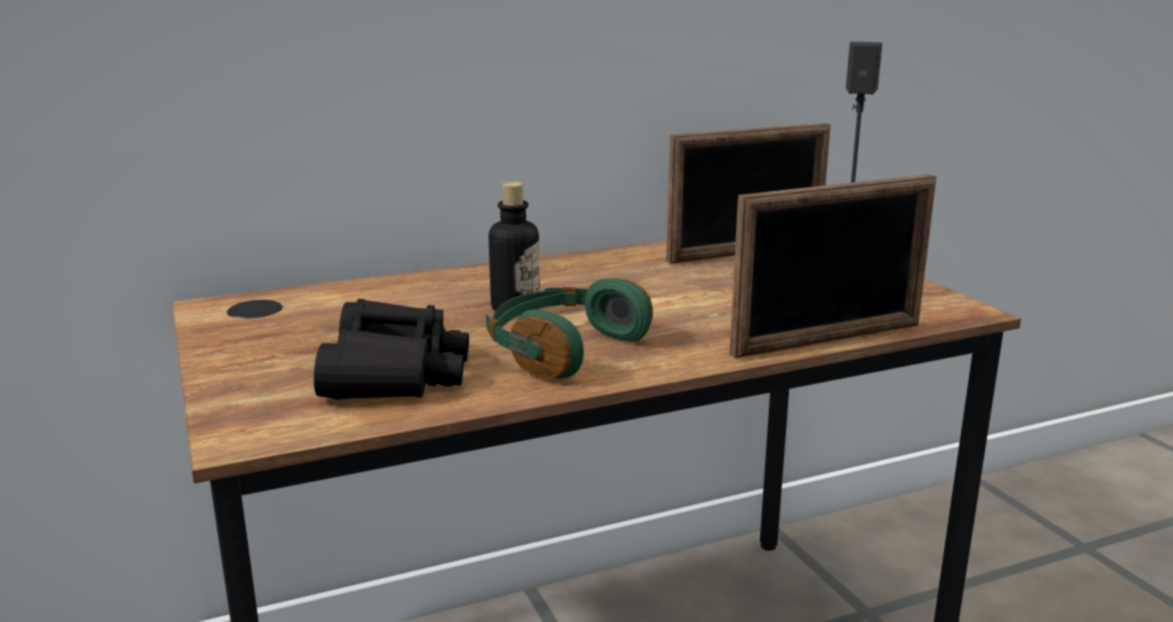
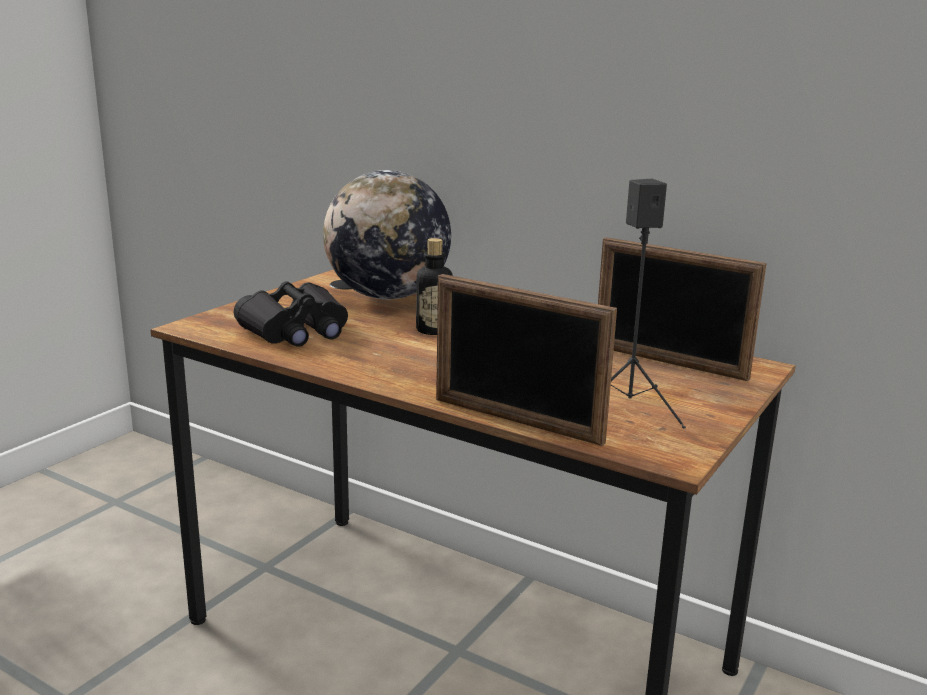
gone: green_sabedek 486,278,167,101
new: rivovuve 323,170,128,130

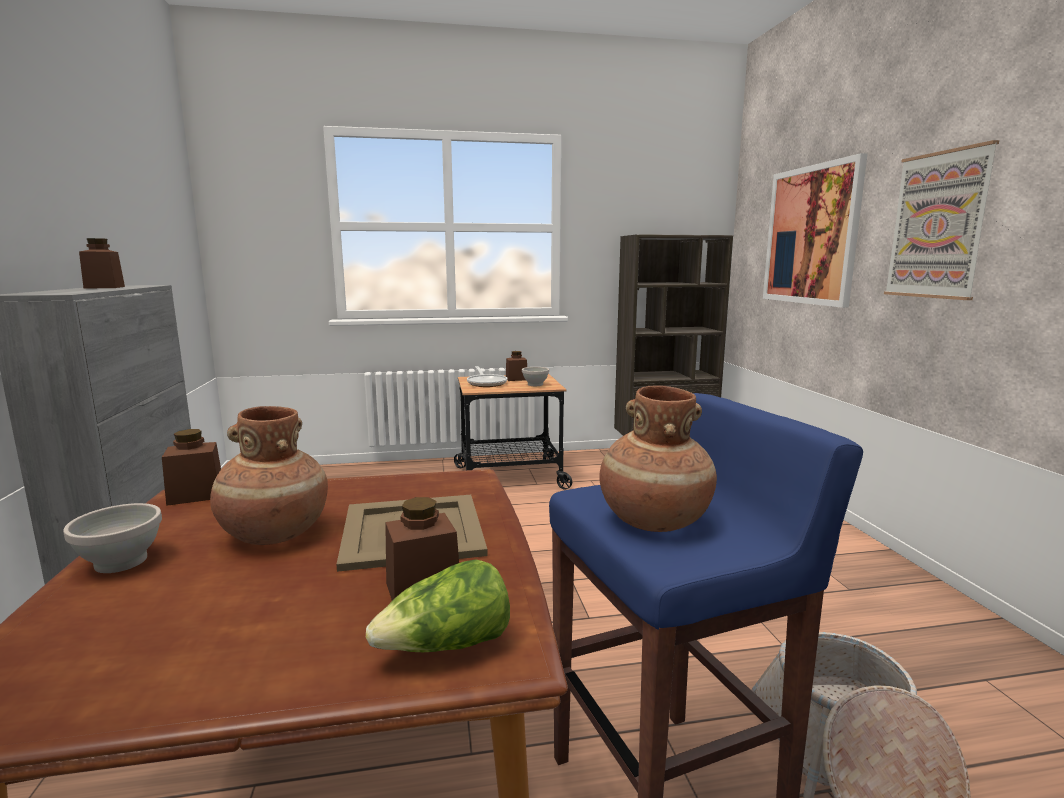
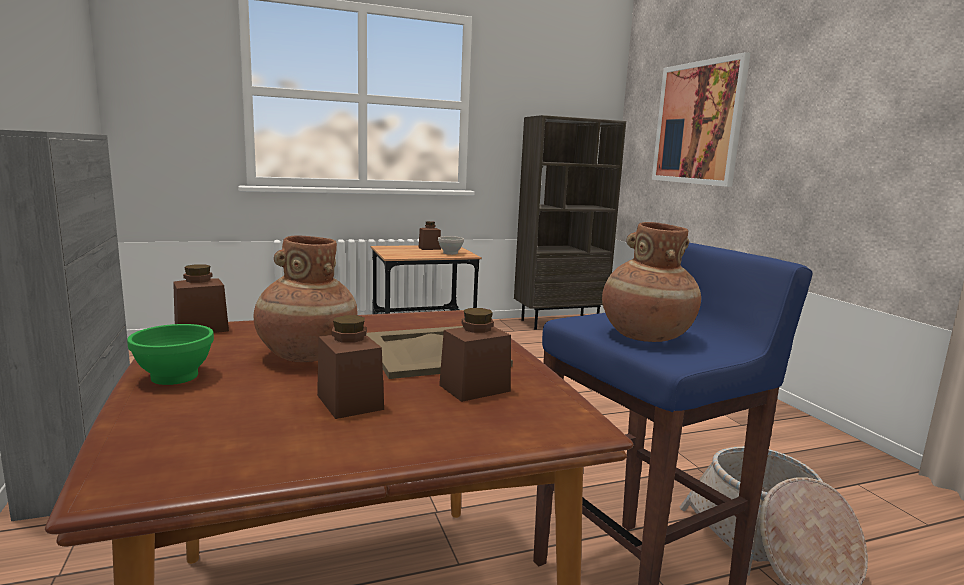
gone: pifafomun 884,140,115,160; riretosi 467,366,40,21; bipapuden 366,559,144,93
shifted: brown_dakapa 79,238,46,51 to 317,315,67,104
repainted: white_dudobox 63,503,99,70 to green_dudobox 127,324,87,61

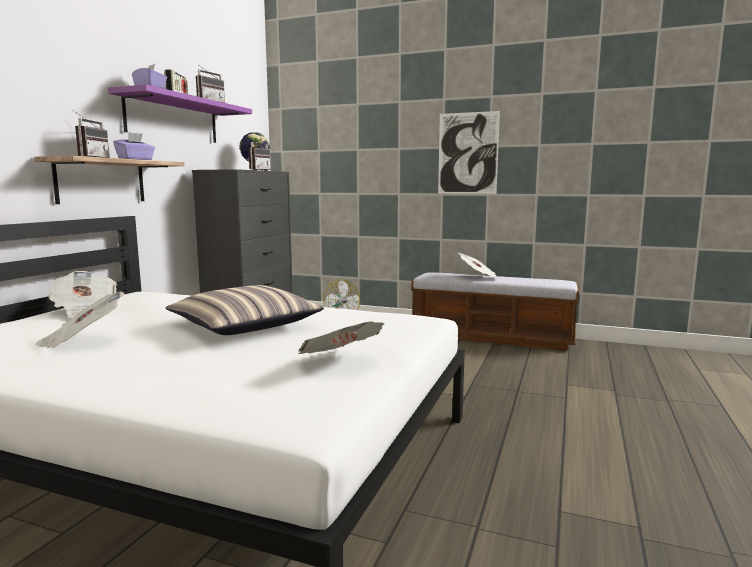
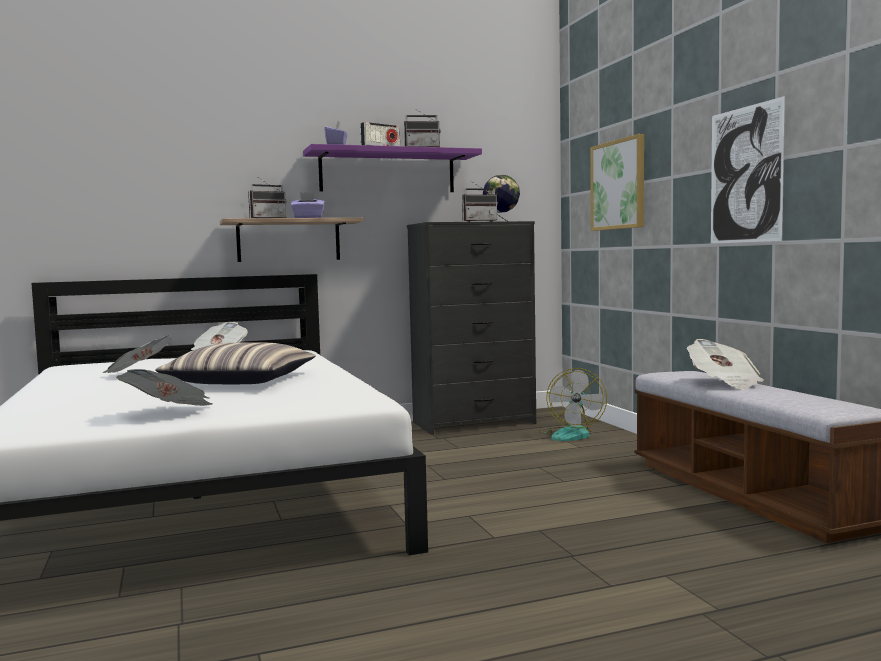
new: pifafomun 590,134,54,97

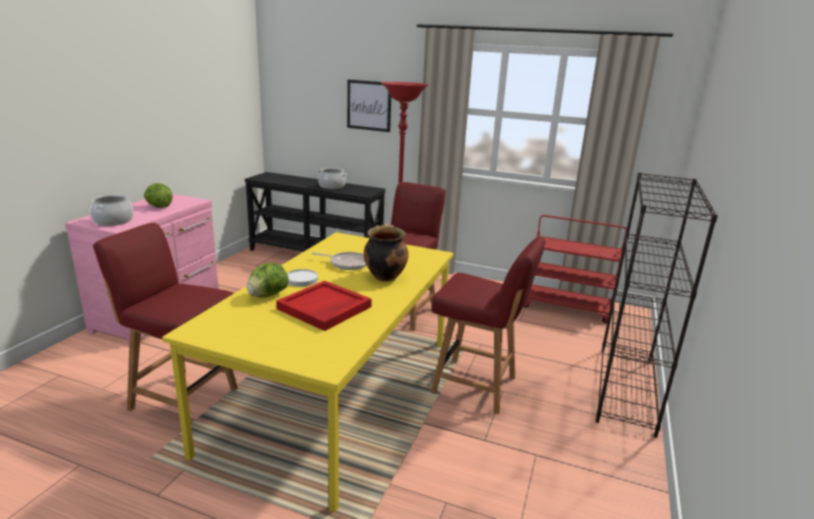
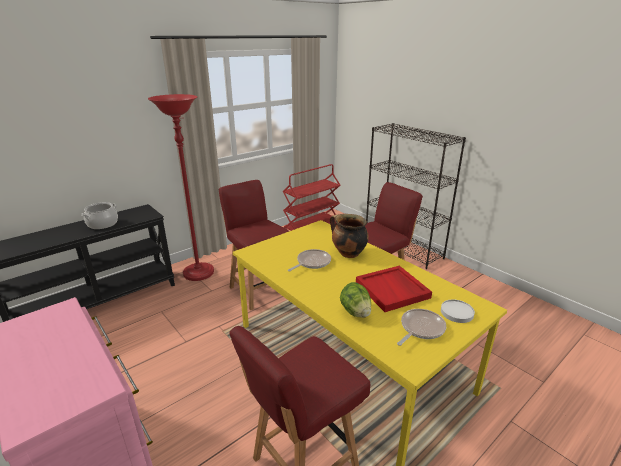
gone: pifafomun 347,80,44,52; bipapuden 144,183,29,25; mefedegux 90,194,44,32
new: riretosi 397,309,49,37
shifted: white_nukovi 287,269,31,18 to 441,299,34,24

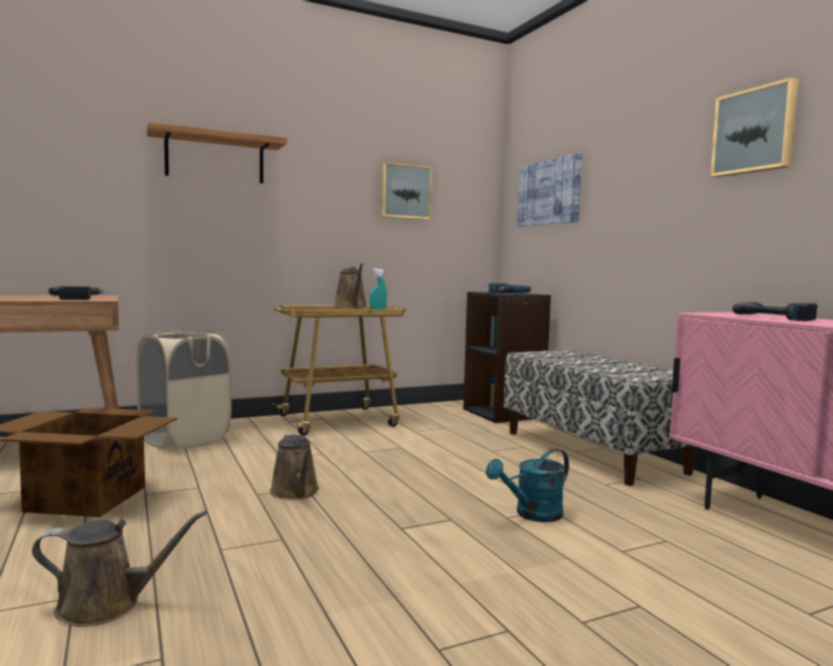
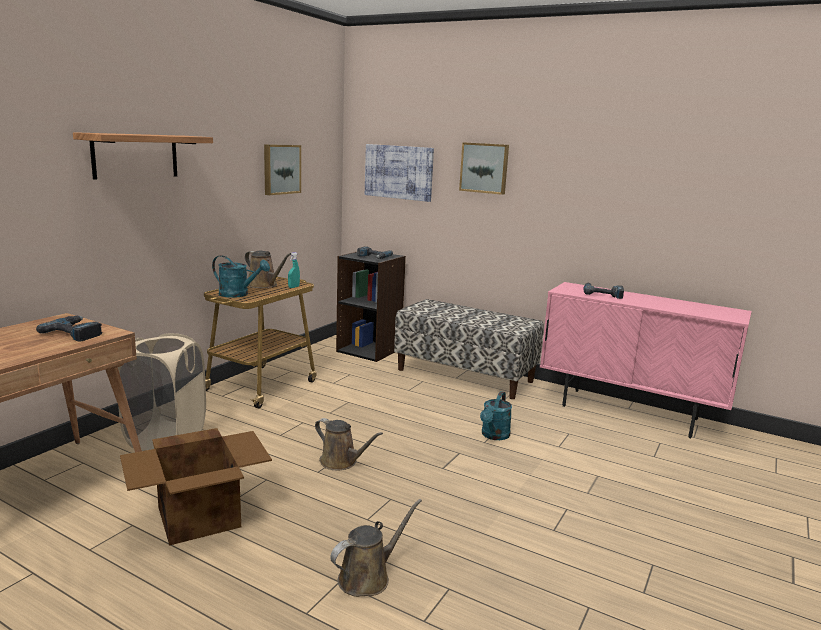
new: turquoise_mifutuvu 212,255,58,43
shifted: pifafomun 711,77,87,100 to 459,142,50,53

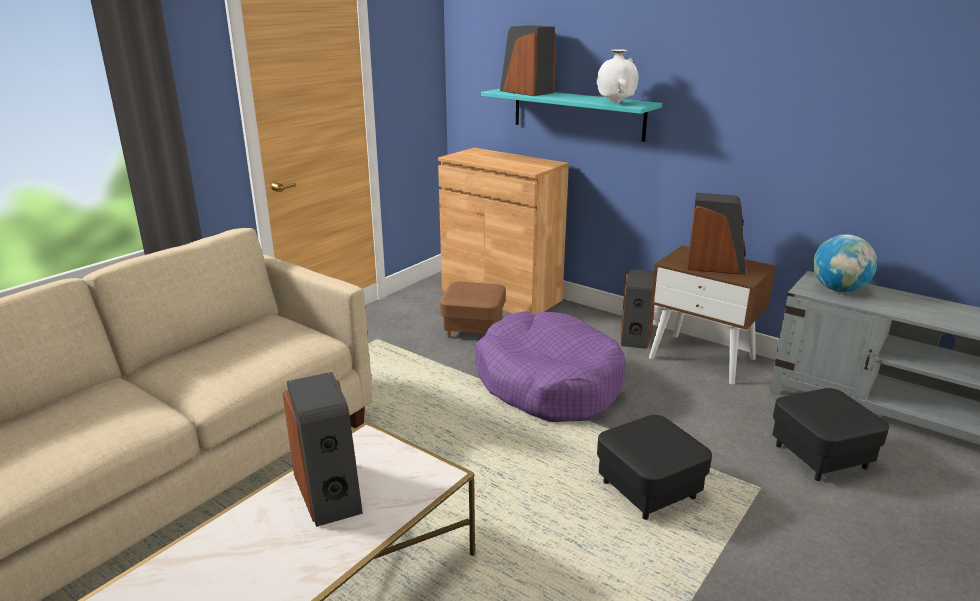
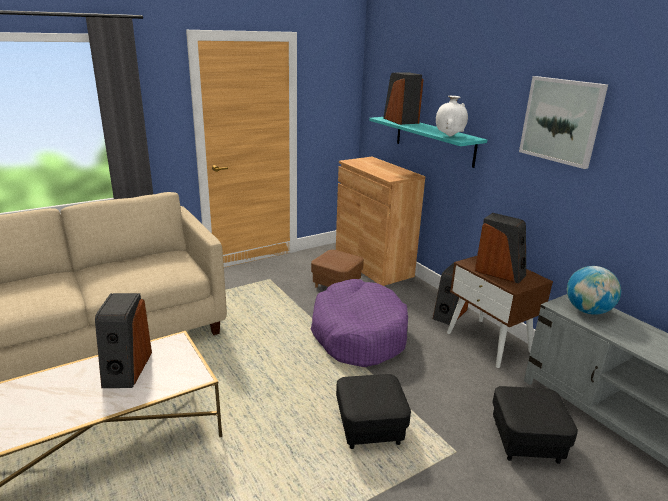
new: pifafomun 519,76,89,93

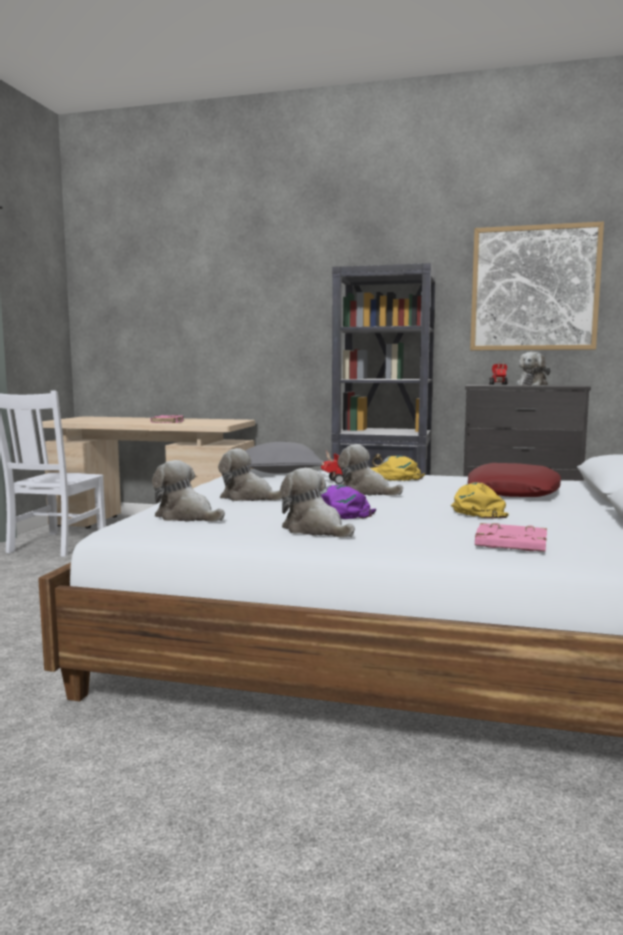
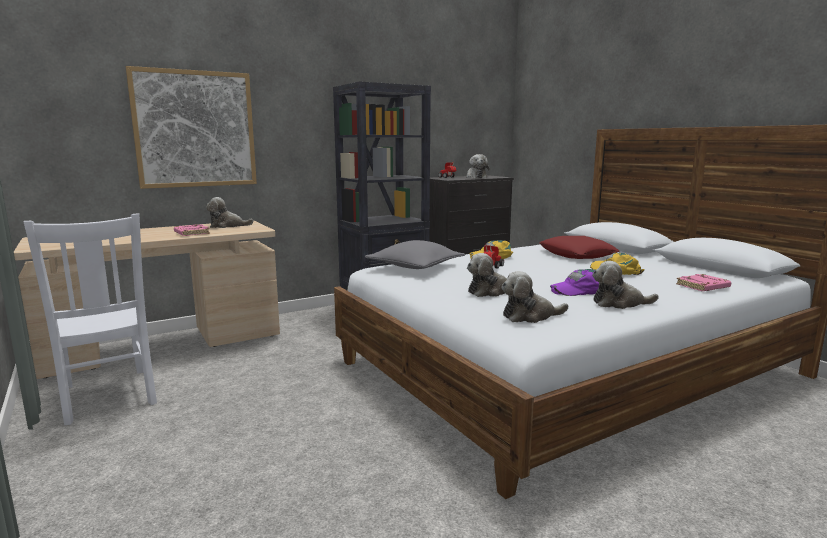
shifted: pifafomun 470,222,134,128 to 126,66,131,123; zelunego 338,444,65,52 to 206,197,47,31

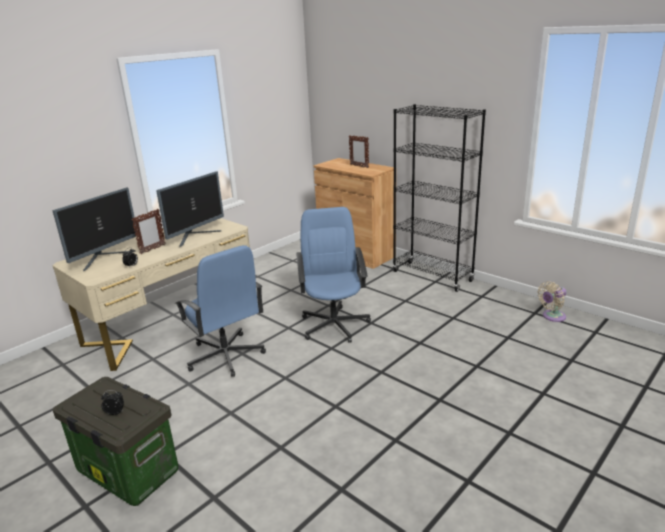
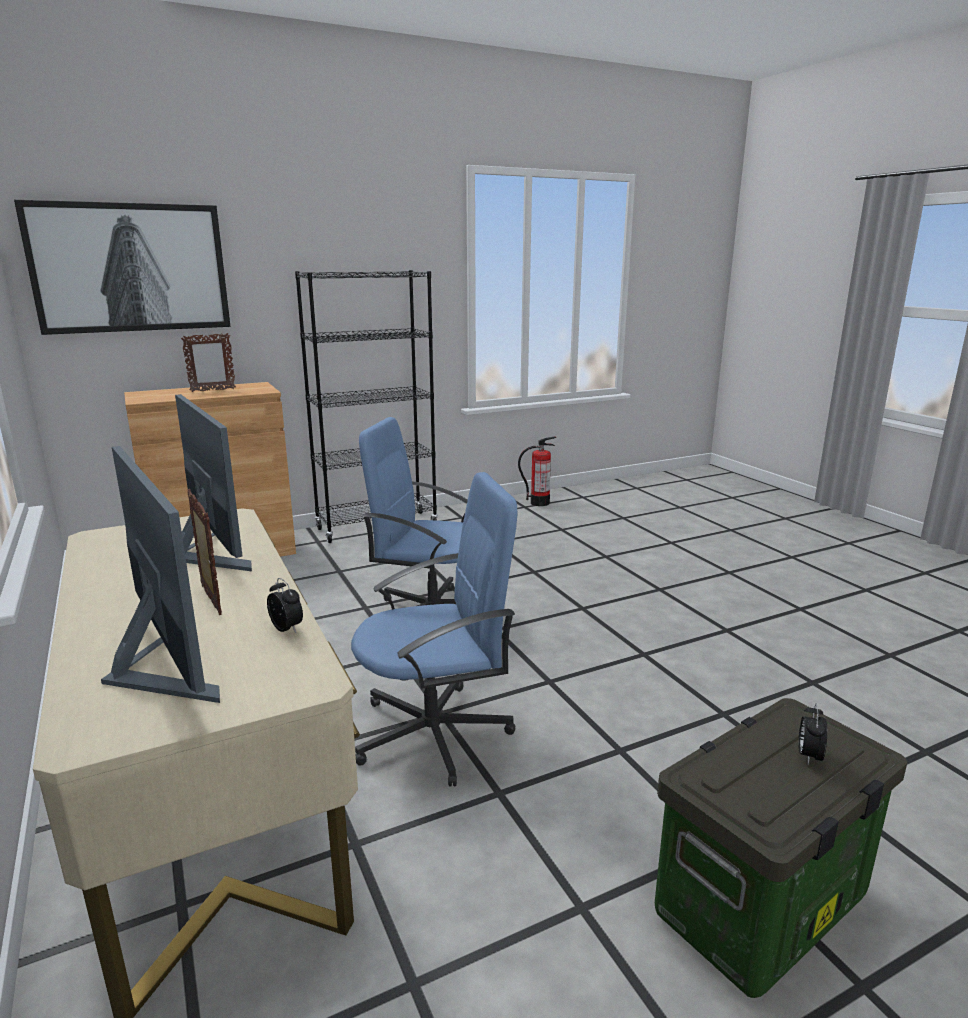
new: pifafomun 14,200,217,135
swapped: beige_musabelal 537,281,30,41 to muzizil 518,437,38,69

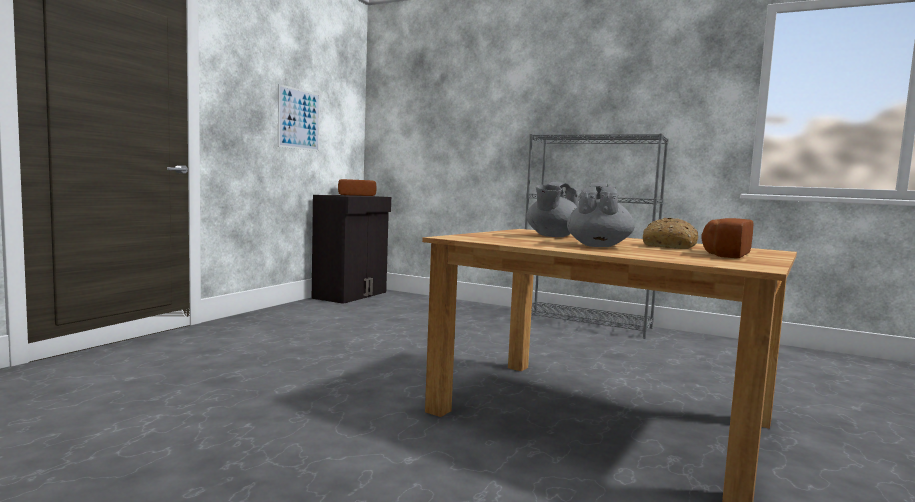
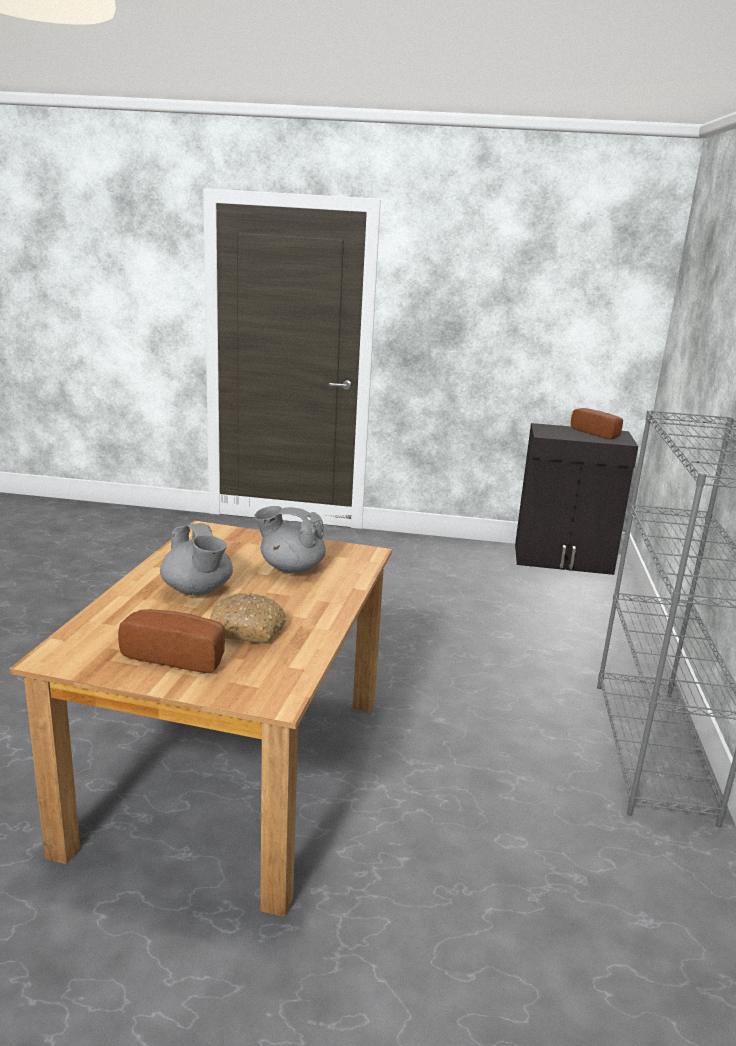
gone: pifafomun 278,84,42,67
rotated: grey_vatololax 567,183,68,64 = 160,523,73,73 60 degrees clockwise

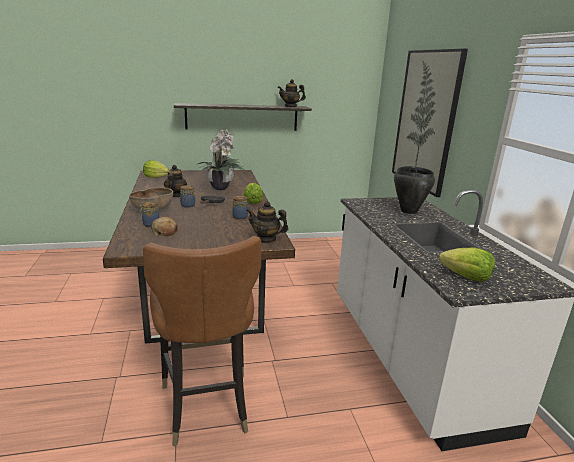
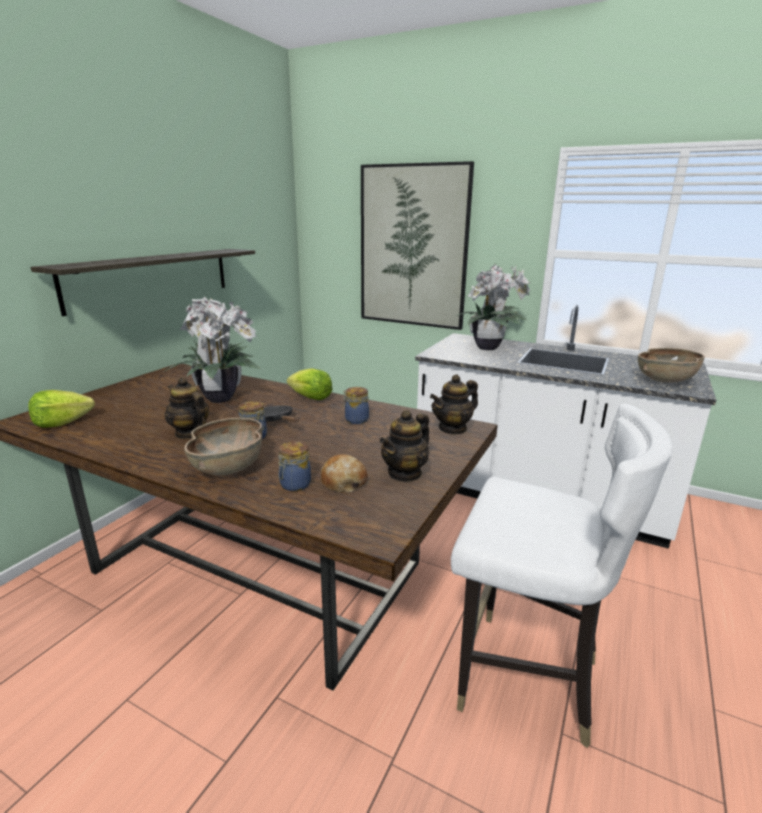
shifted: vatololax 278,79,28,28 to 379,410,50,73
swapped: black_mefedegux 394,166,41,48 to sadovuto 456,264,74,86; bipapuden 439,248,56,34 to brown_dudobox 638,348,67,35
repainted: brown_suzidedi 143,236,118,210 to white_suzidedi 451,404,222,344

